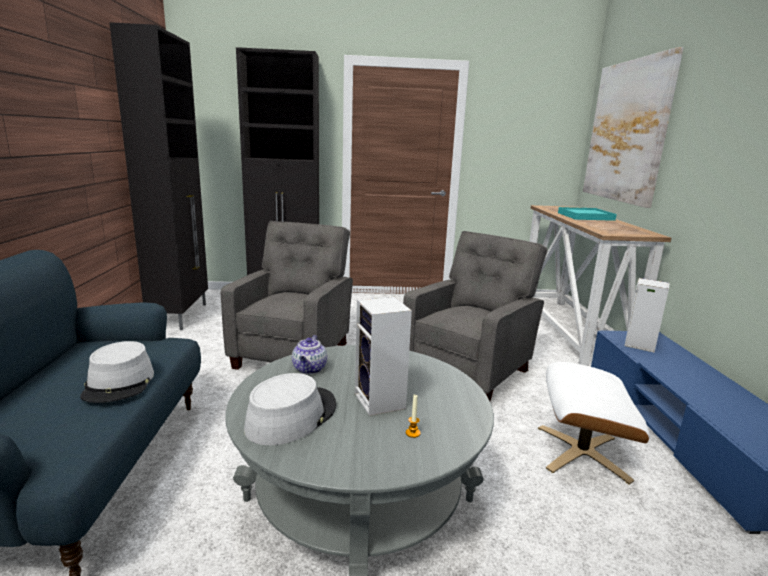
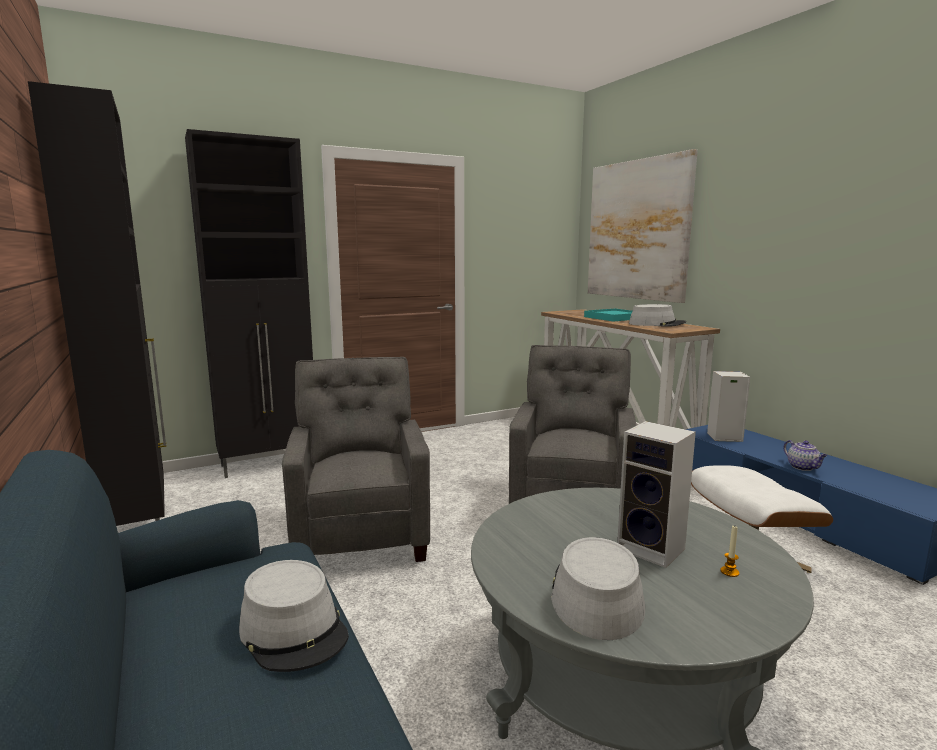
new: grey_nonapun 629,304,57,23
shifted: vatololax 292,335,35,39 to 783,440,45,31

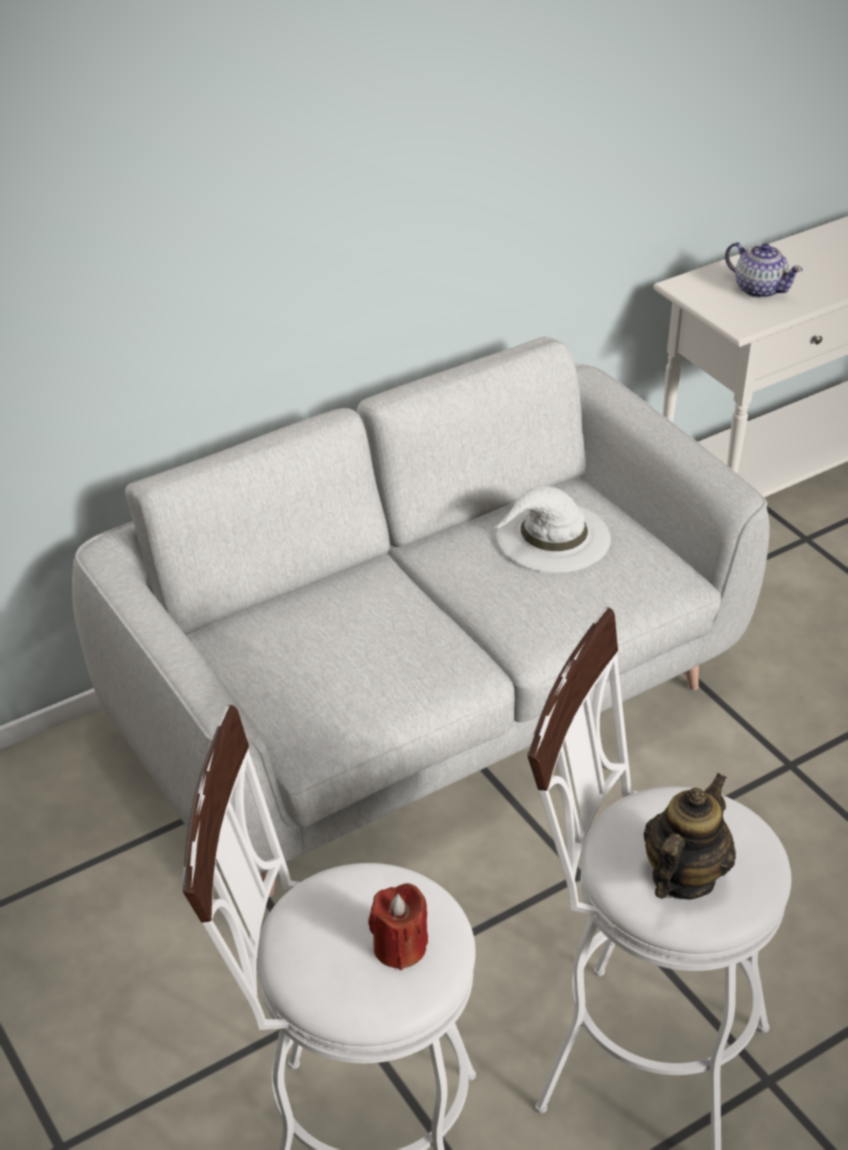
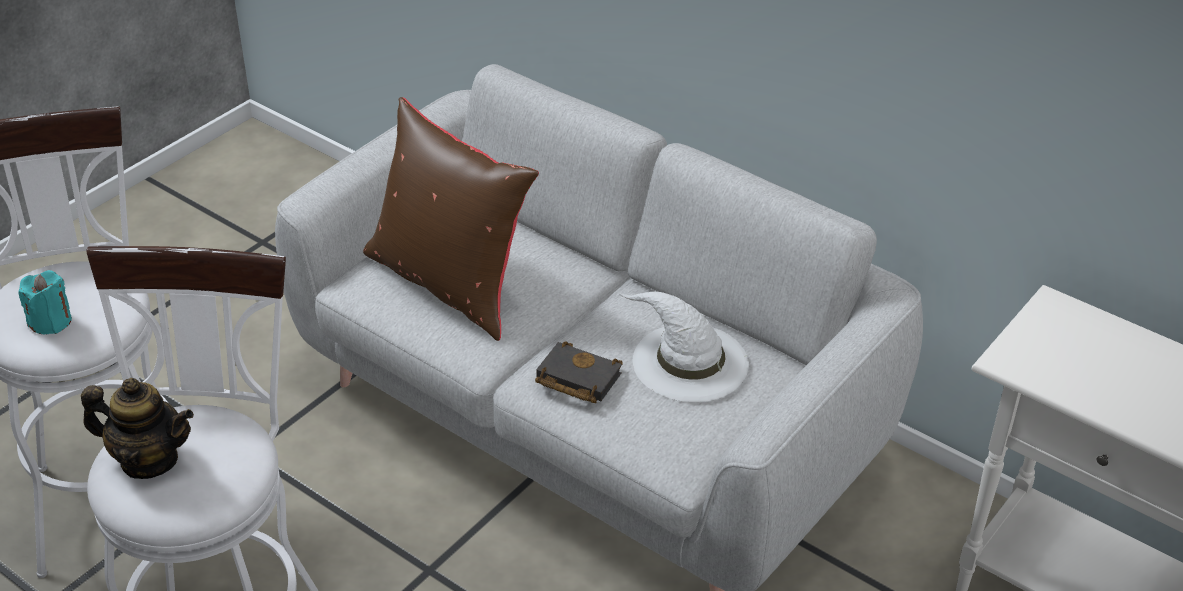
gone: vatololax 725,242,78,56
new: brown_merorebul 363,97,176,244; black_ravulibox 535,341,88,62
repainted: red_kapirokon 368,883,60,87 to turquoise_kapirokon 18,270,54,65

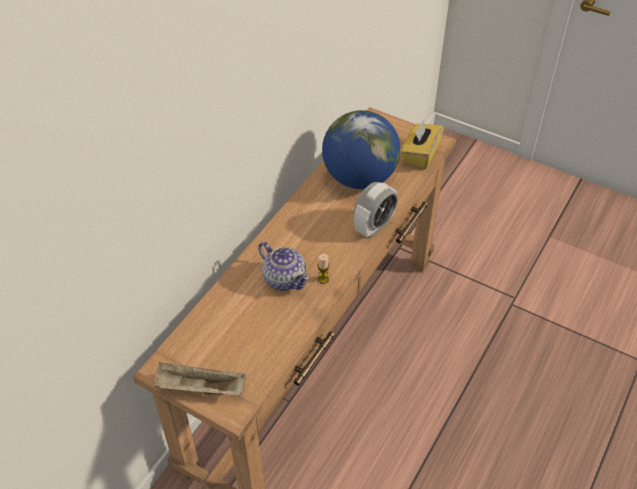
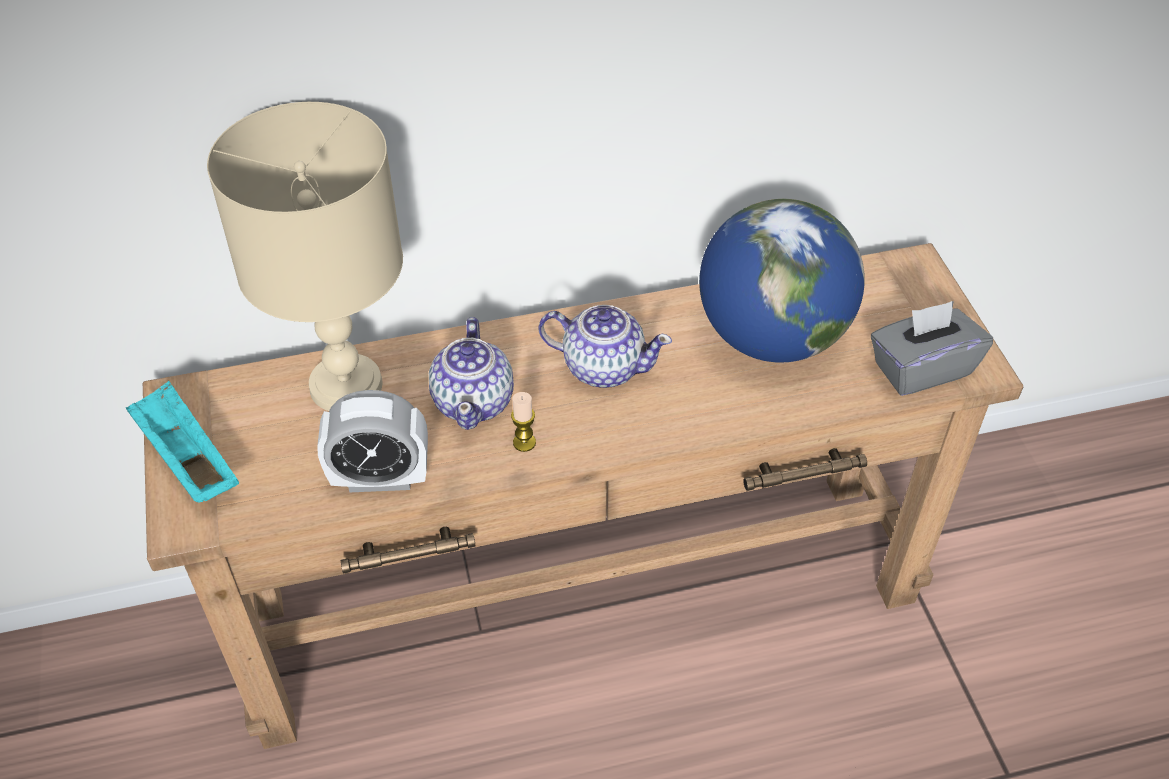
new: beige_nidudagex 207,102,196,309; vatololax 538,305,134,83
shifted: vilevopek 354,182,44,56 to 317,390,111,103
repainted: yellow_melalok 401,120,43,49 to grey_melalok 871,301,122,95; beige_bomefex 155,362,91,33 to turquoise_bomefex 126,381,113,122

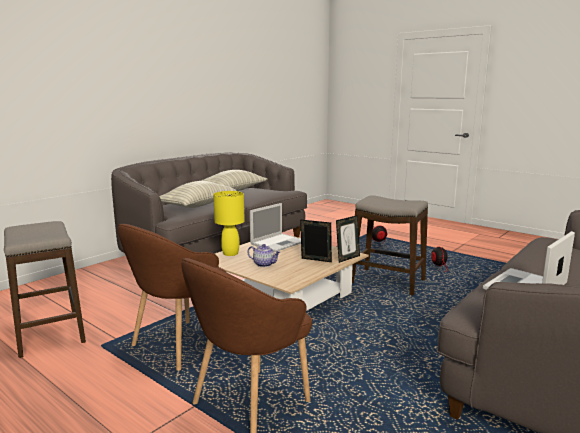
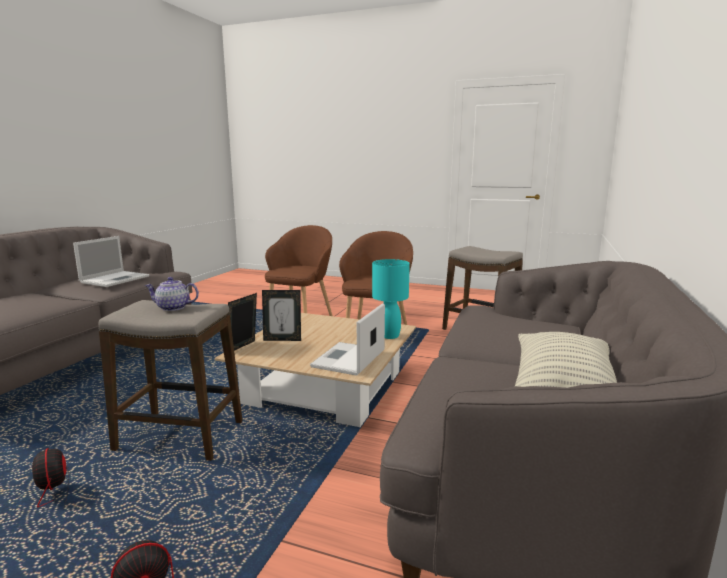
gone: merorebul 159,181,78,27
shifted: vatololax 247,244,34,23 to 145,277,54,34
repainted: yellow_nidudagex 213,191,32,65 to turquoise_nidudagex 372,259,38,80

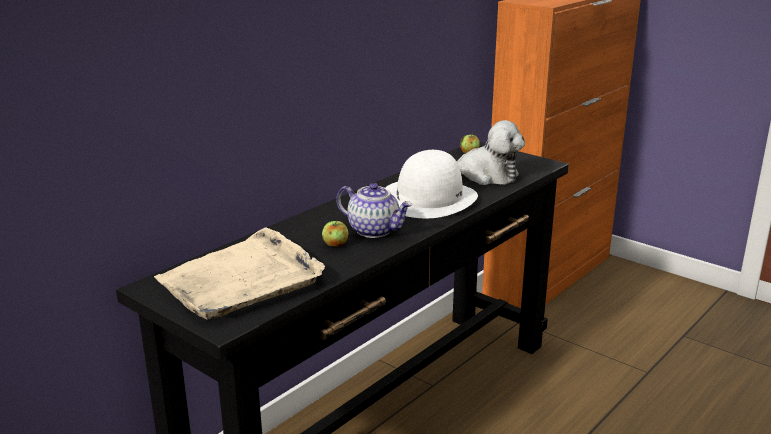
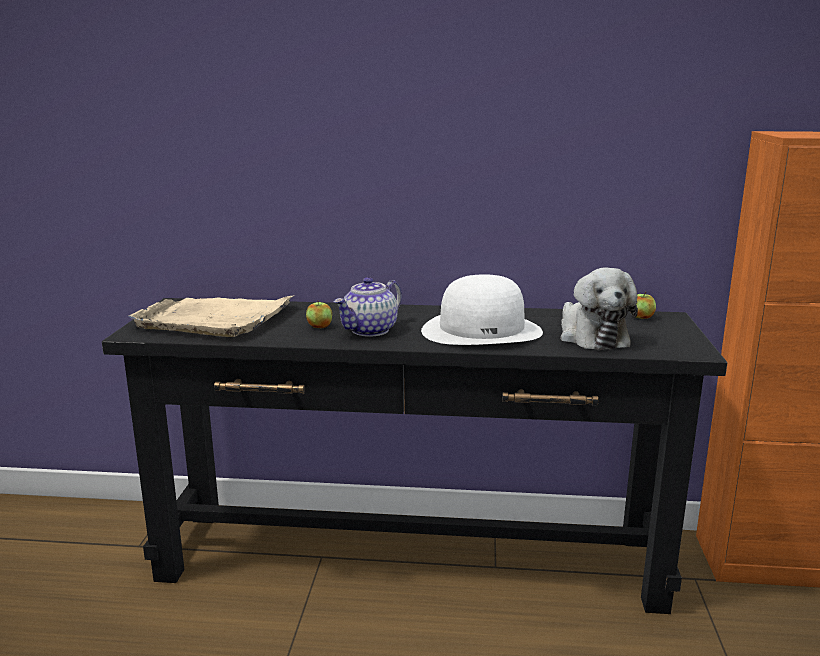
rotated: vatololax 336,183,76,55 = 334,277,68,60 45 degrees clockwise

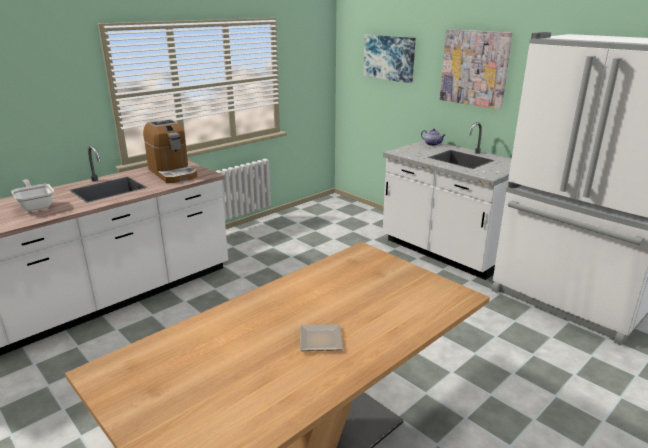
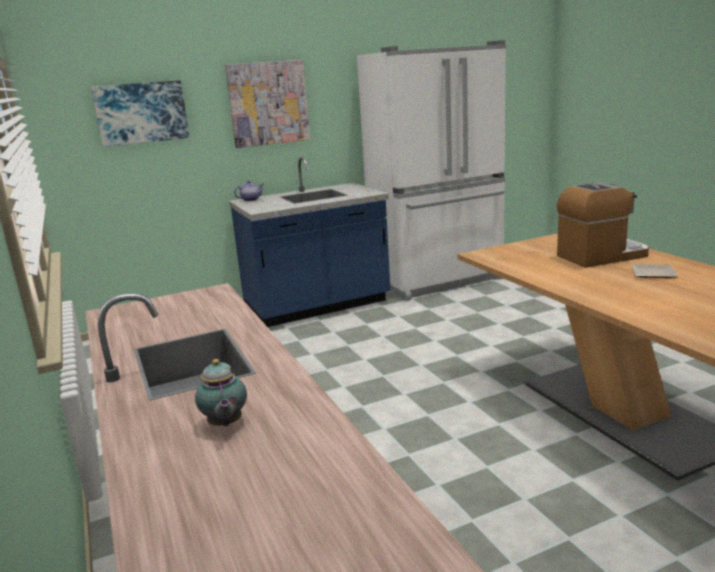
shifted: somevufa 143,119,54,64 to 557,182,92,86
swapped: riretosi 11,179,43,32 to vatololax 195,359,52,68
repainted: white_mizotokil 383,122,128,158 to blue_mizotokil 229,157,162,170

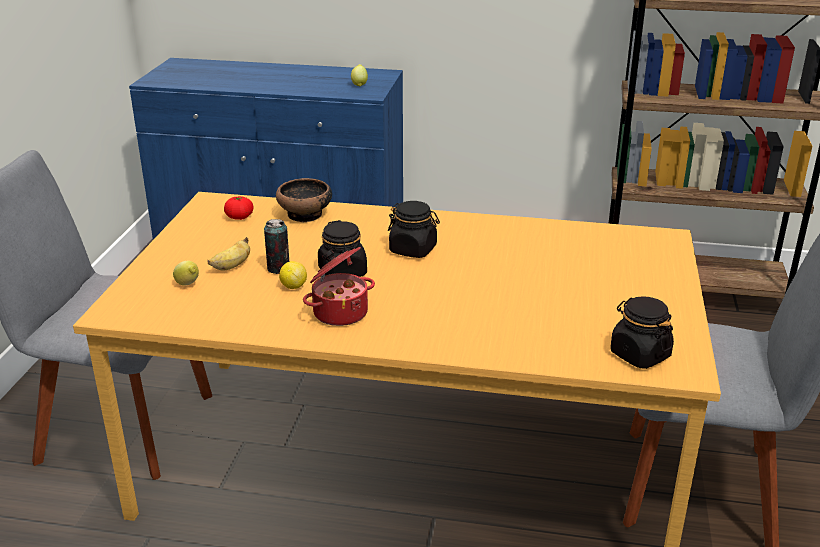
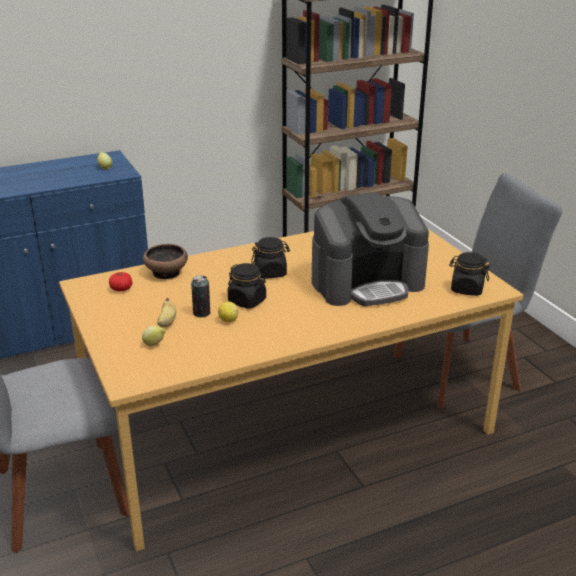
gone: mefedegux 303,247,72,79
new: somevufa 312,192,117,114

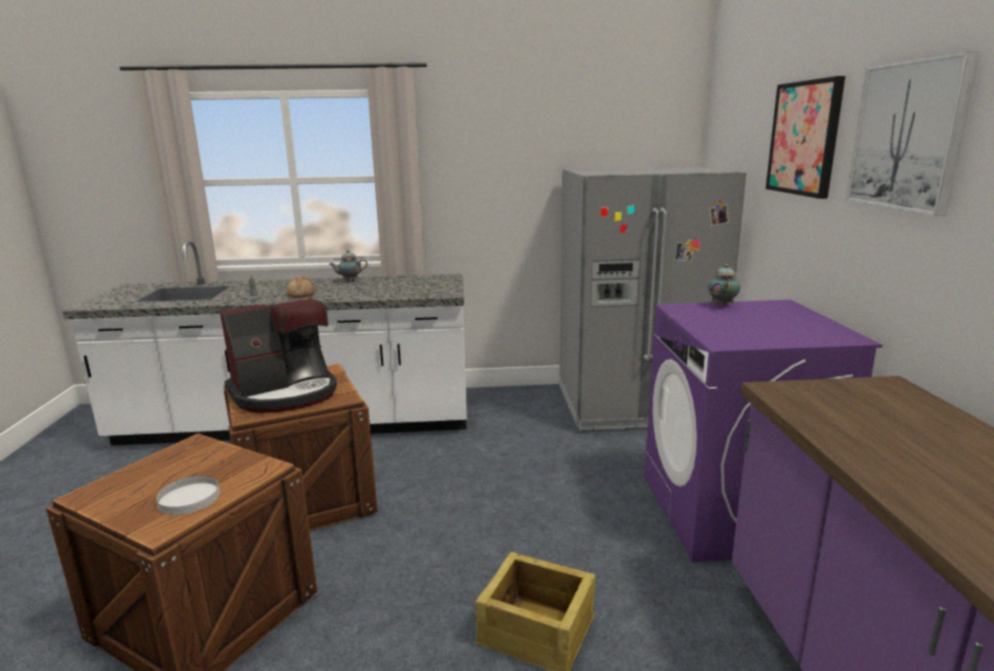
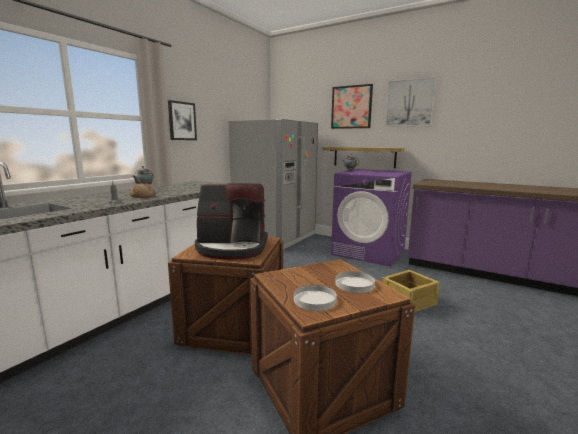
new: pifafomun 168,100,29,40; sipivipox 322,147,83,21; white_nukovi 294,285,43,26
rotated: somevufa 220,299,117,114 = 195,183,73,77 90 degrees clockwise

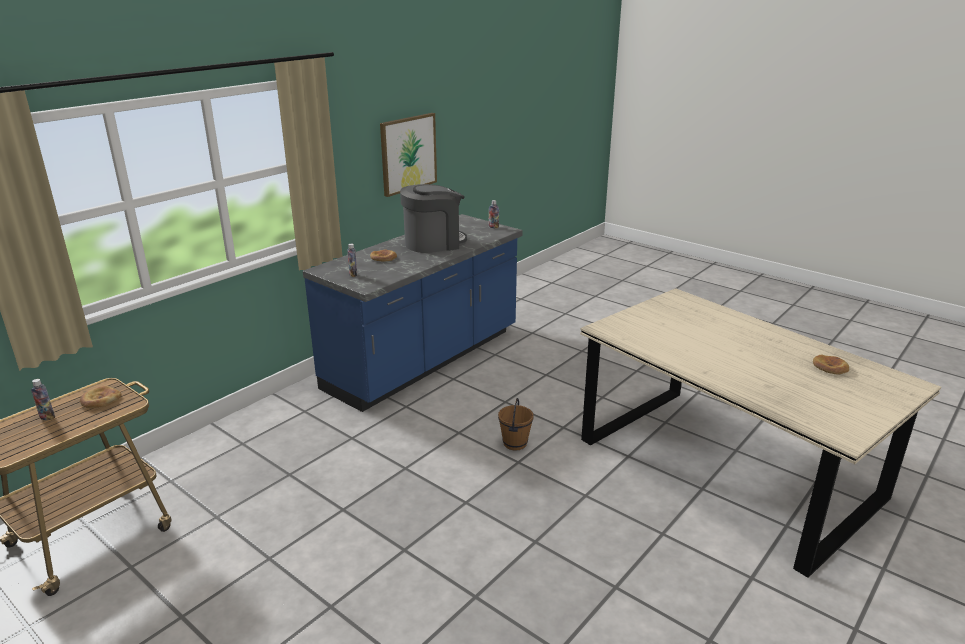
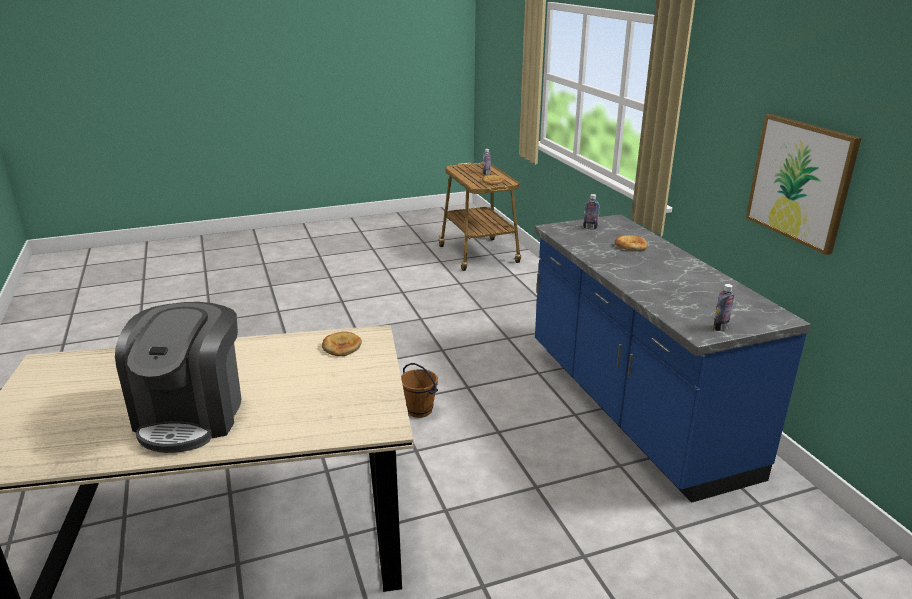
shifted: somevufa 400,184,67,69 to 115,302,126,151; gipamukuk 813,355,36,20 to 322,332,40,24

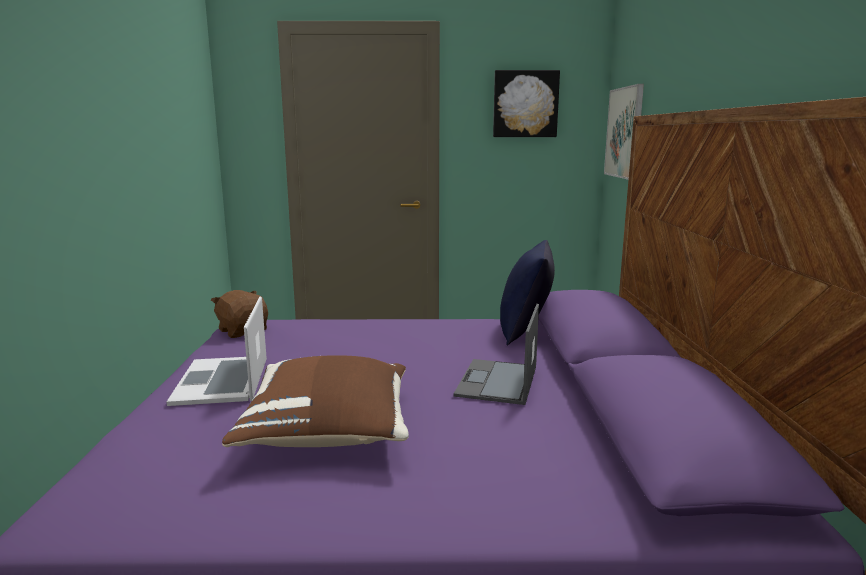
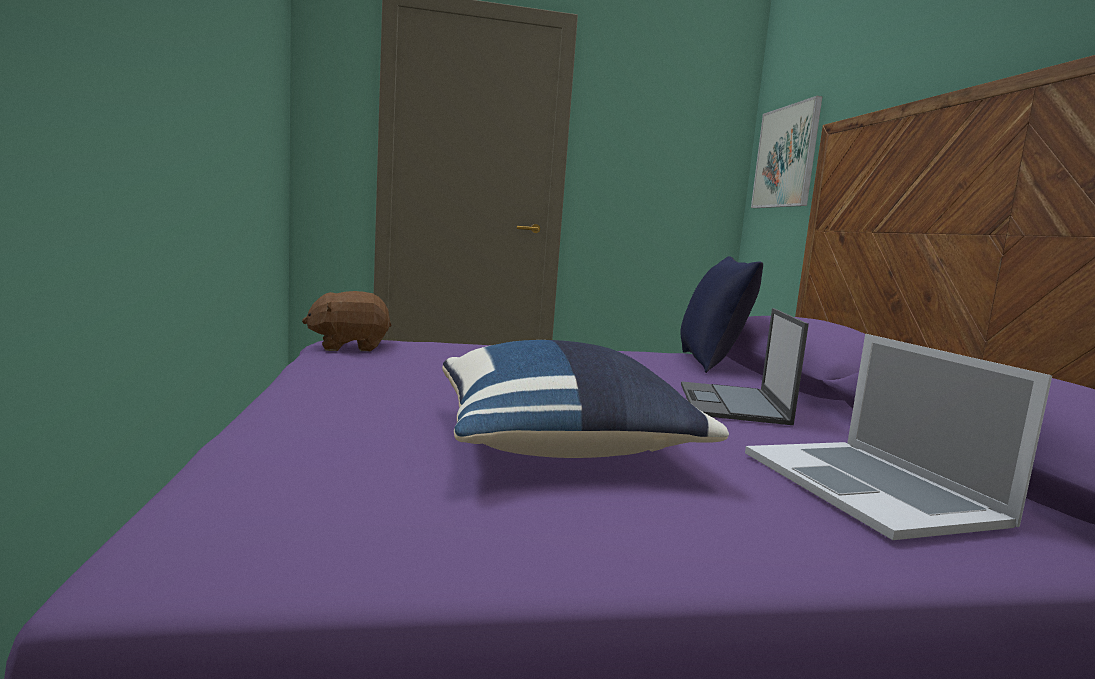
gone: pifafomun 493,70,67,67
shifted: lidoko 167,297,100,109 to 745,334,307,206
repainted: brown_merorebul 222,355,187,92 to blue_merorebul 442,340,287,118
rotated: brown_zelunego 211,290,57,48 = 302,291,89,60 60 degrees counterclockwise

